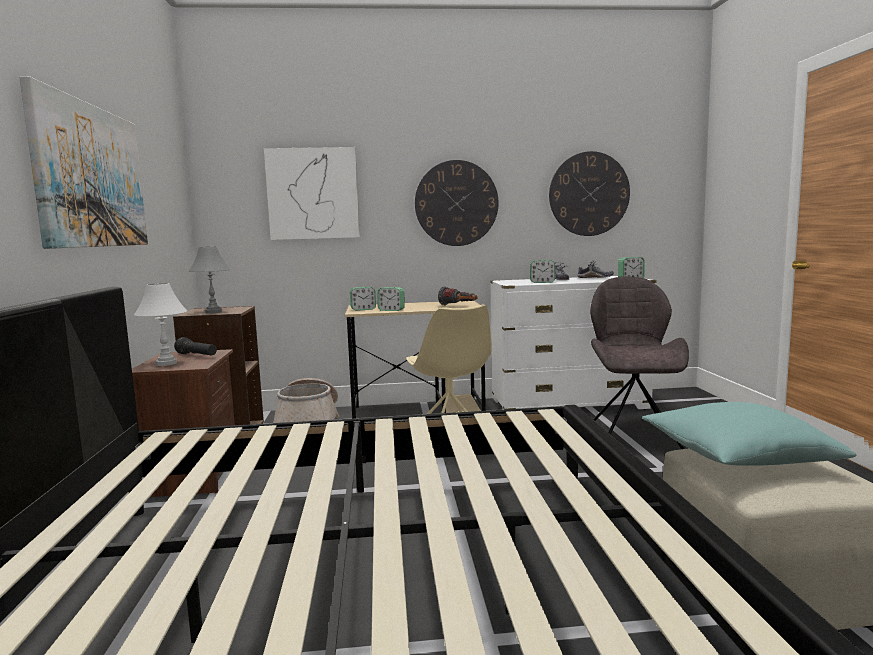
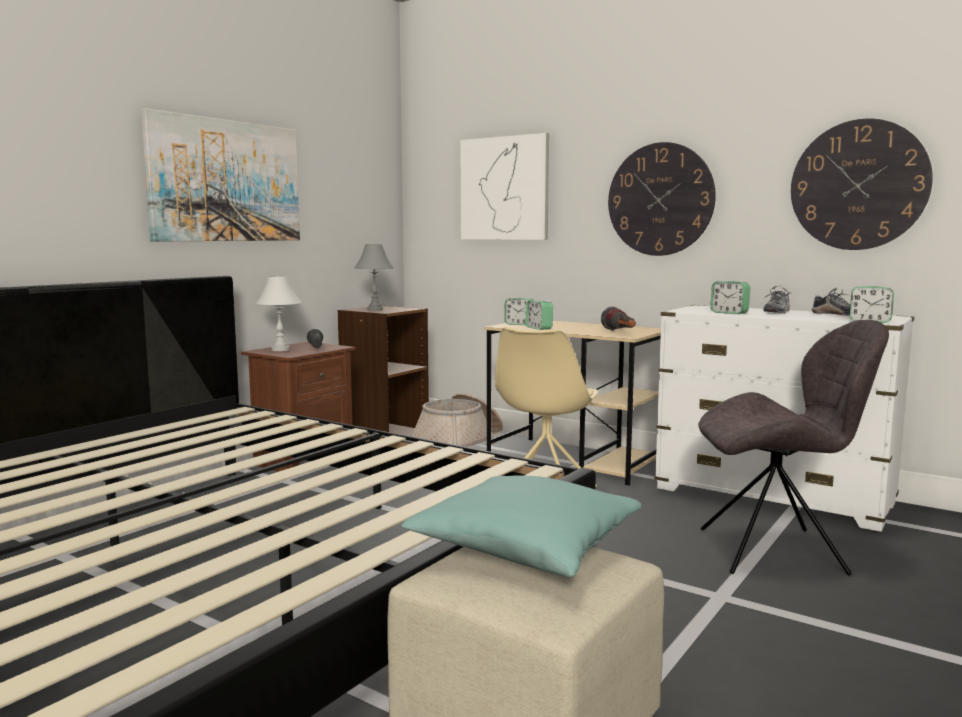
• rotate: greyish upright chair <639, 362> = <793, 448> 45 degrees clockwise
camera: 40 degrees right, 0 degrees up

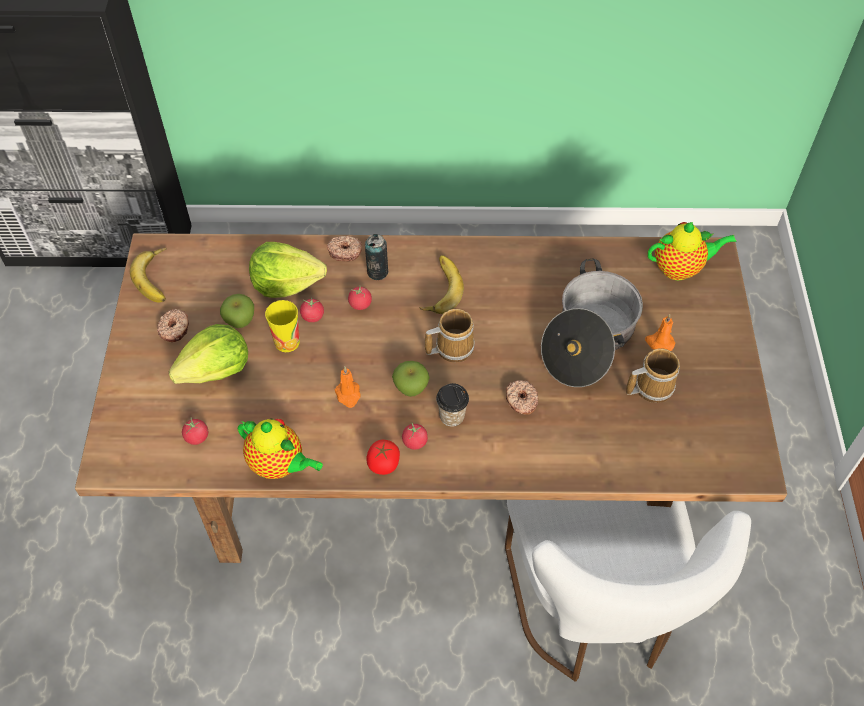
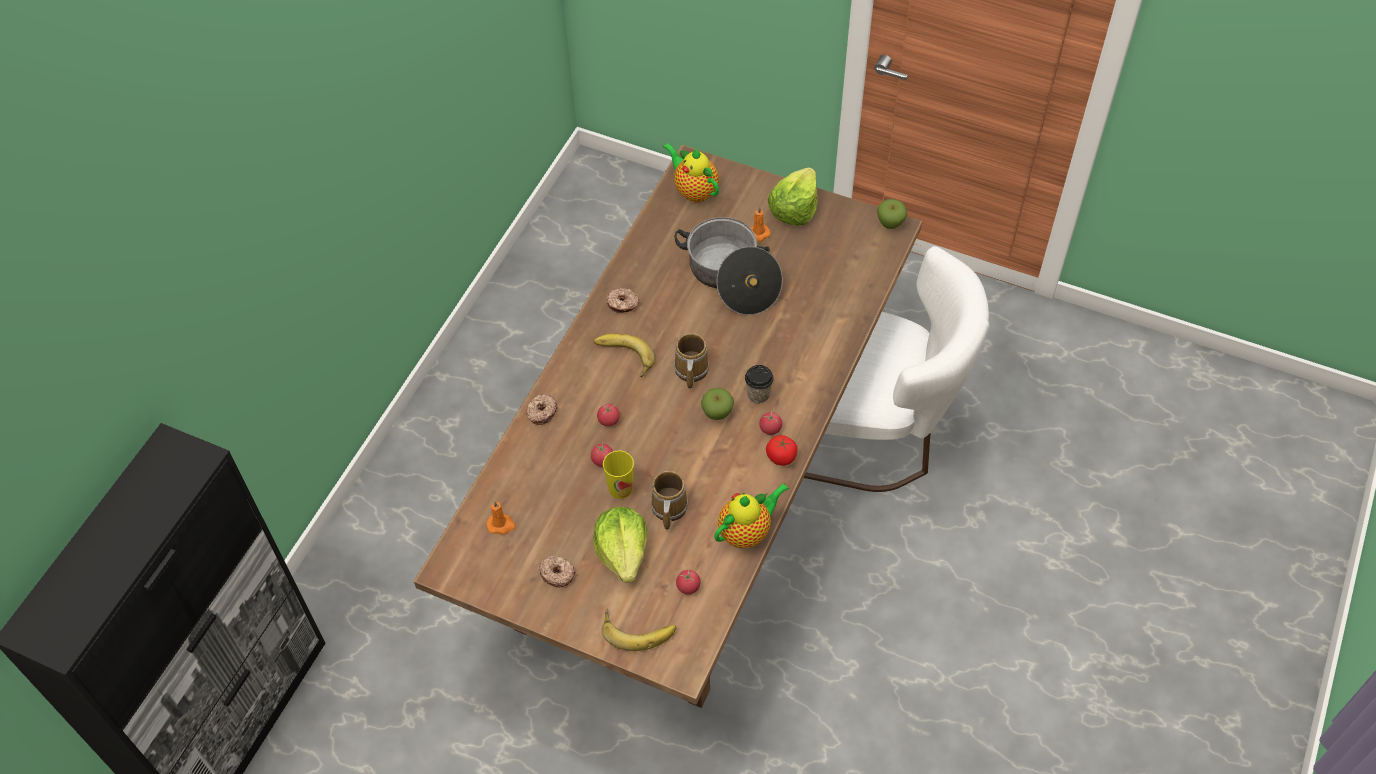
• move: banana <148, 275> to <639, 629>
• move: apple <237, 311> to <892, 214>
• move: lettuce head <288, 270> to <792, 196>
• move: orange candle <348, 387> to <501, 518>
• delete: can <376, 257>
• move: doughnut <522, 397> to <622, 300>
• move: mug <653, 375> to <669, 500>
• rotate: teapot <692, 251> = <691, 172> 60 degrees counterclockwise
camera: 65 degrees left, 0 degrees up

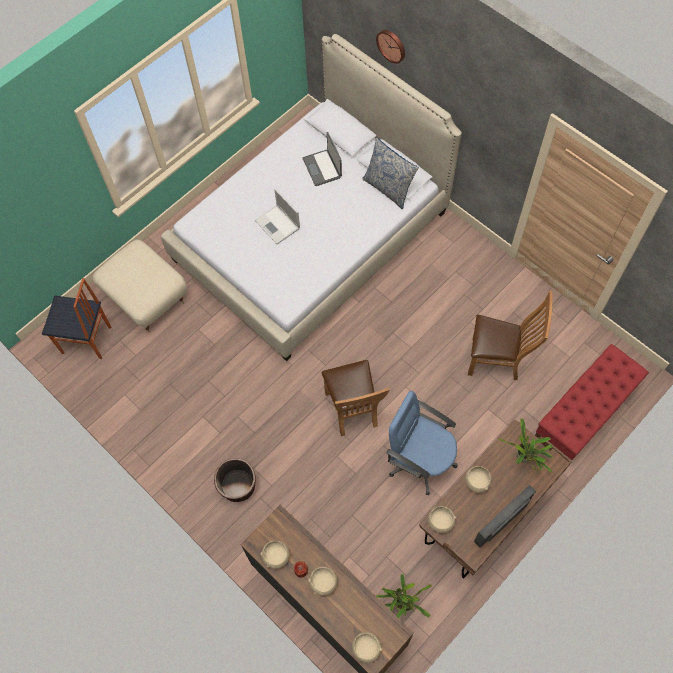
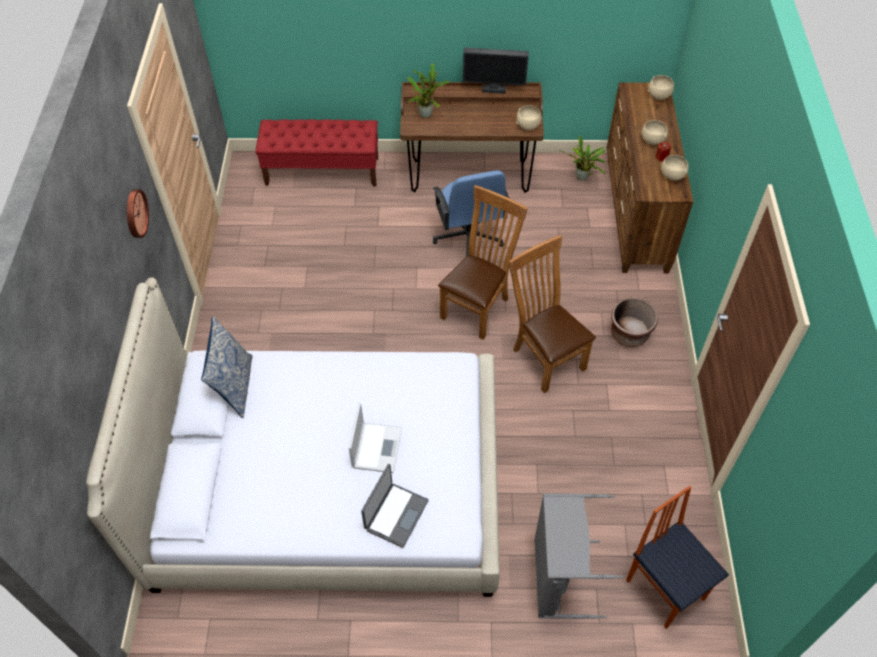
• replace: sand-coloured footrest <140, 285> to greyish washing basket <579, 556>
• move: notebook computer <322, 159> to <395, 505>
• move: hanging clock <390, 47> to <138, 213>
• delete: sand-coloured serving bowl <478, 479>
• move: brown-coloured upright chair <510, 335> to <552, 314>
camera: 135 degrees left, 10 degrees down

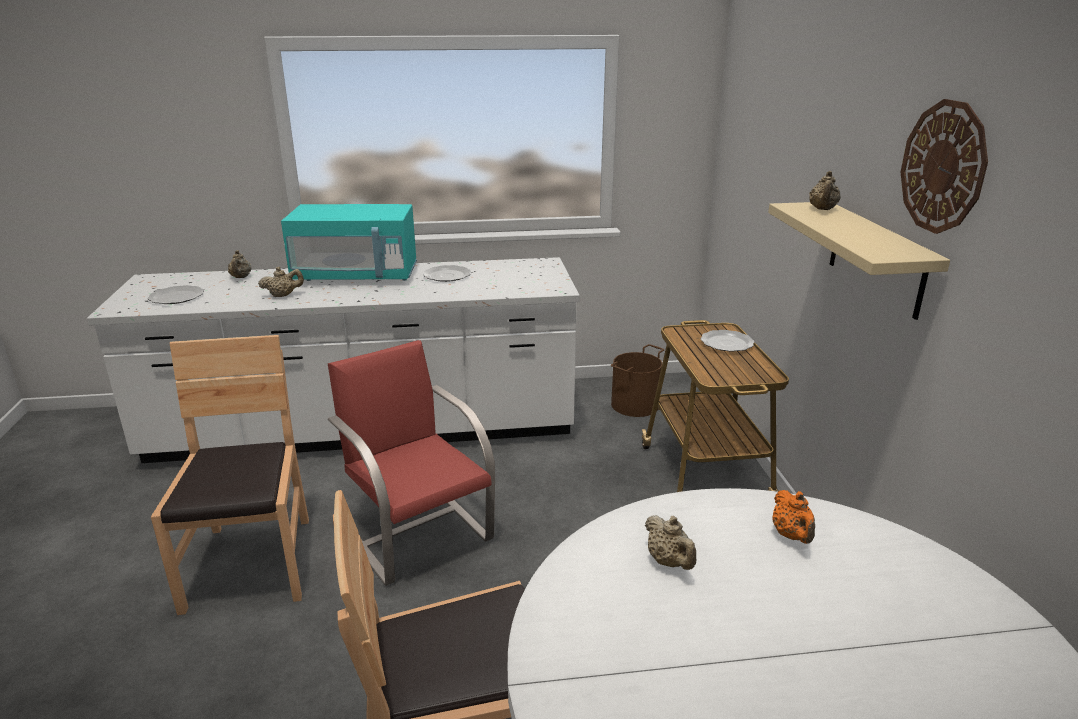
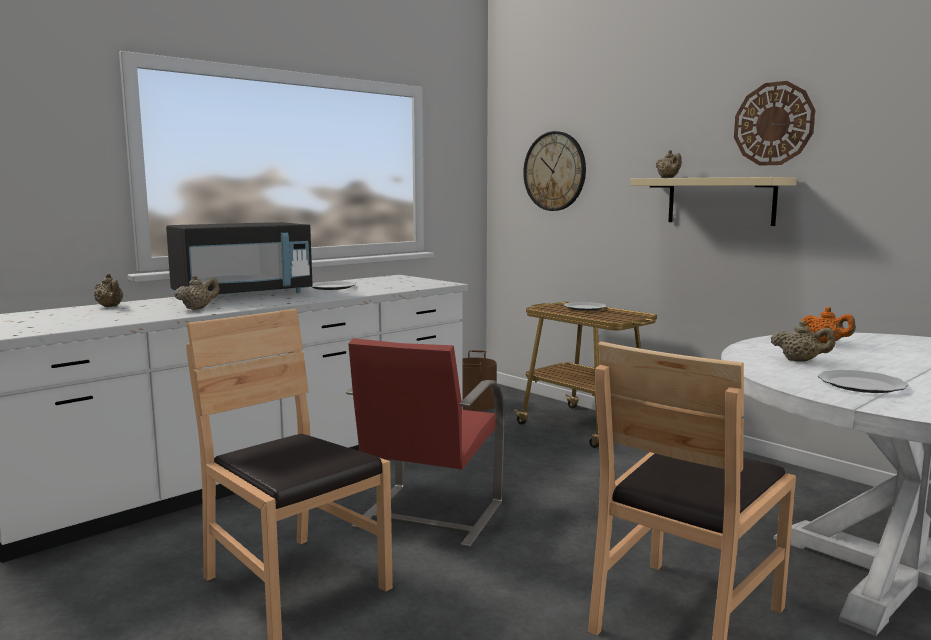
• move: dinner plate <175, 294> to <863, 381>
• recolor: blue-green kitchen microwave <349, 242> to black kitchen microwave <239, 258>
• rotate: red-coloured upright chair <411, 463> = <425, 443> 90 degrees counterclockwise
• insert: hanging clock <554, 171>
camera: 35 degrees left, 15 degrees down

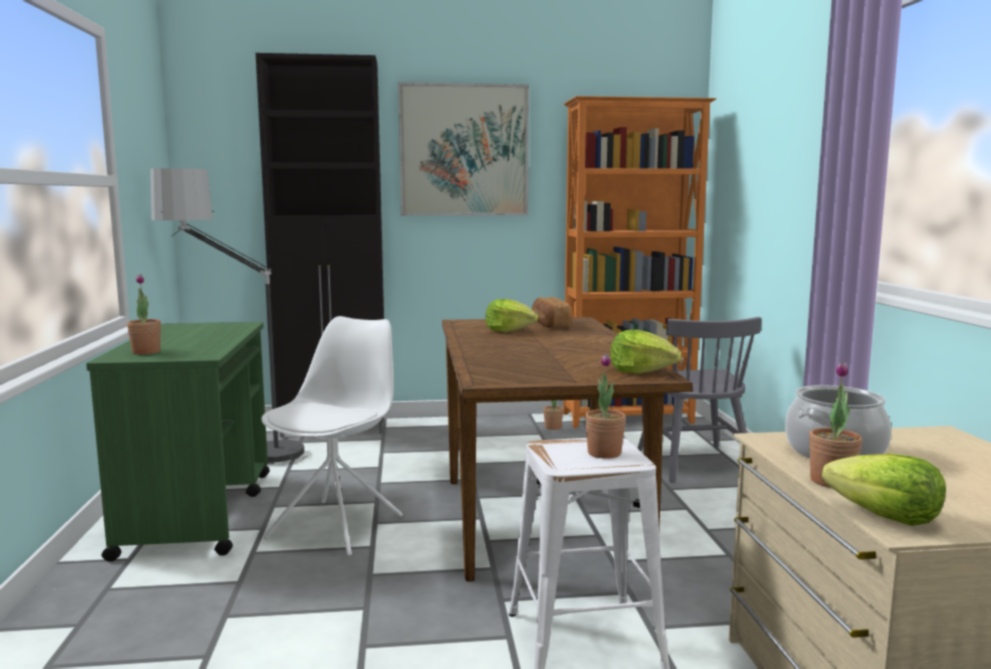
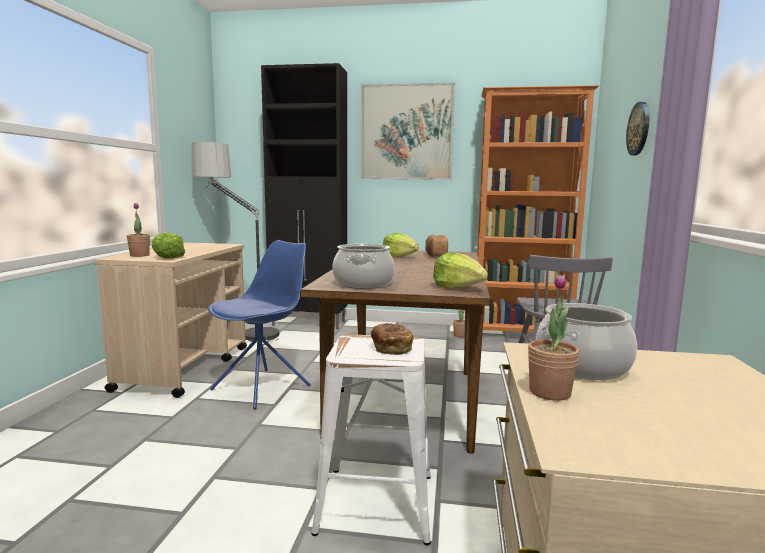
• recolor: green-coloured wheeled cart <178, 442> to sand-coloured wheeled cart <170, 320>
• recolor: white upright chair <332, 436> to blue upright chair <259, 324>
• replace: potted plant <605, 406> to baked bread <392, 339>
• move: lettuce head <884, 490> to <168, 245>
• insert: stockpot <363, 266>
• insert: hanging clock <637, 128>
camera: 15 degrees right, 0 degrees up

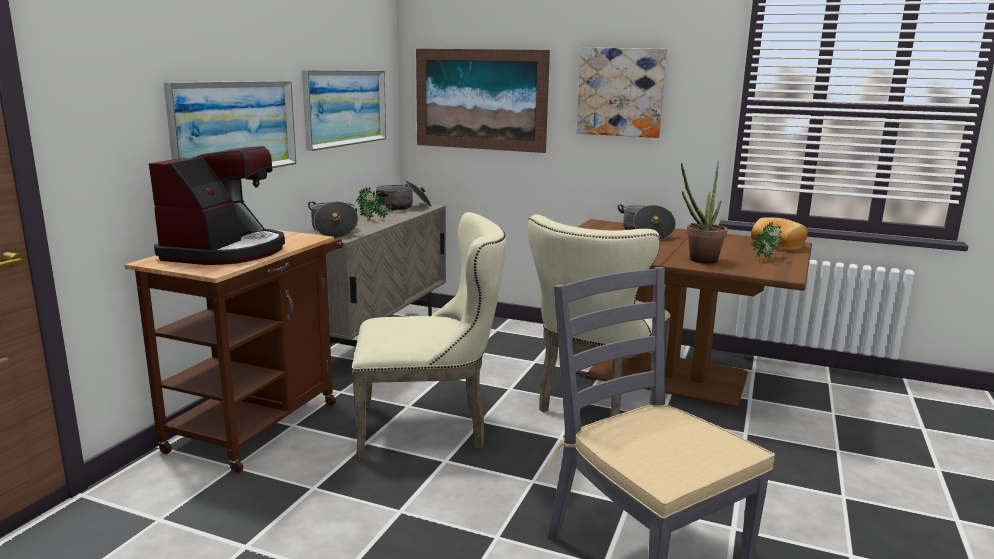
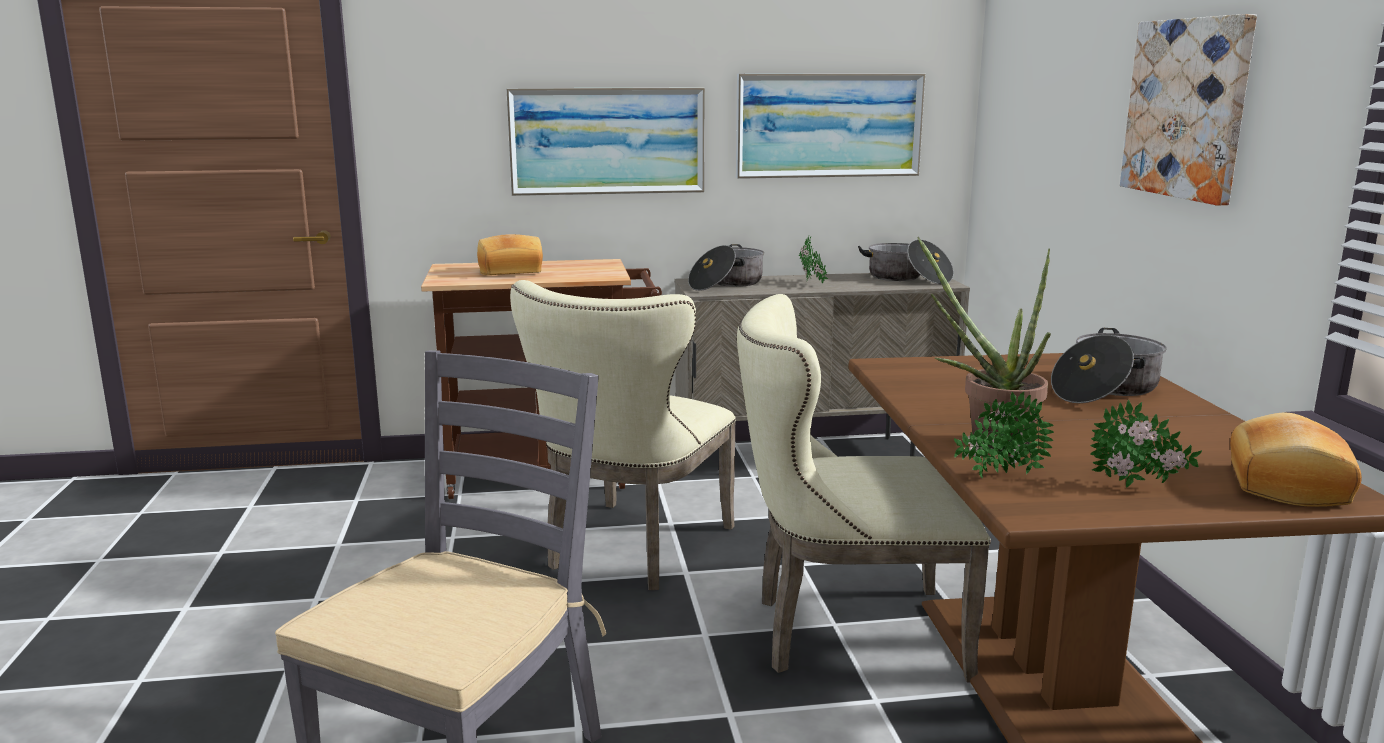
• replace: coffee maker <217, 205> to baked bread <510, 254>
• rotate: sand-coloured upright chair <429, 336> = <623, 435> 60 degrees clockwise
• delete: wall picture <483, 101>
• insert: potted plant <1004, 435>
camera: 60 degrees right, 0 degrees up

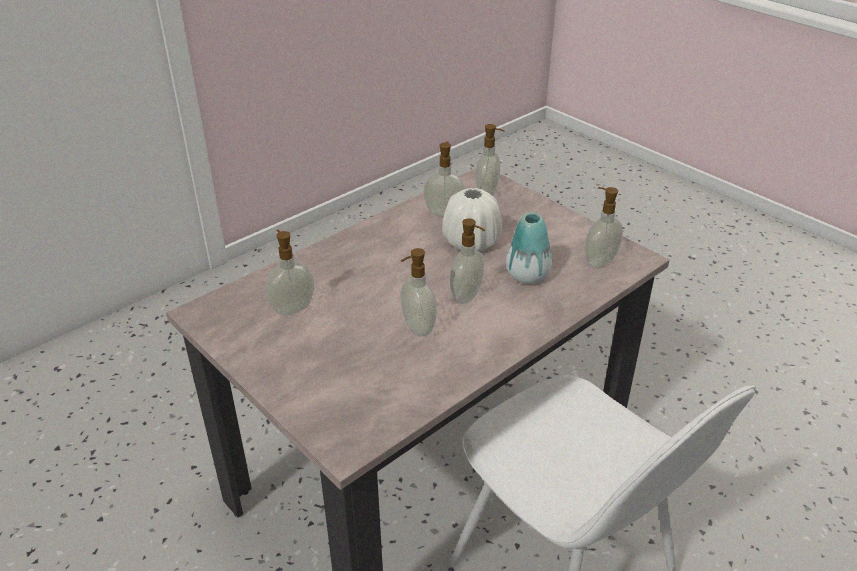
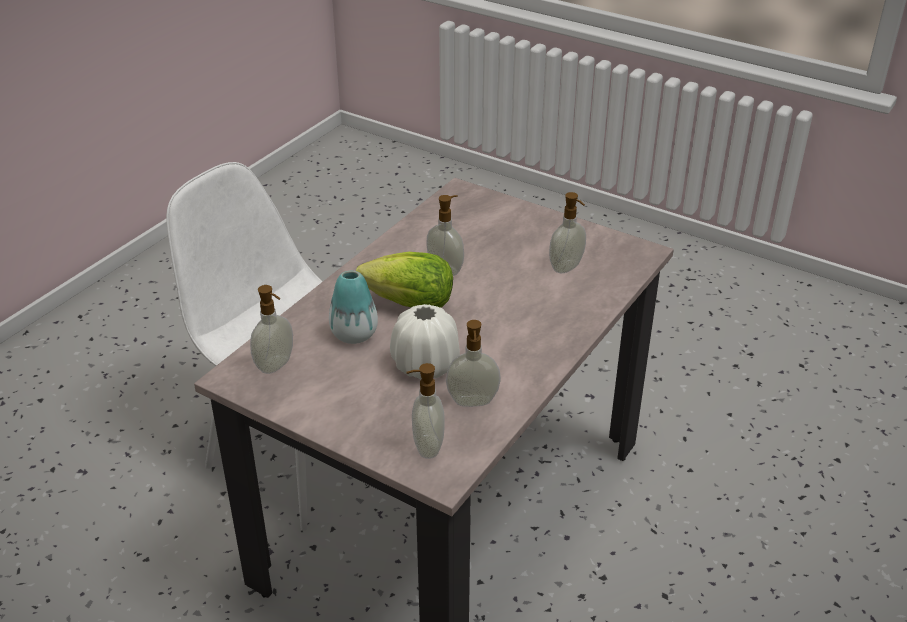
• replace: soap dispenser <467, 260> to lettuce head <404, 280>
camera: 165 degrees right, 0 degrees up

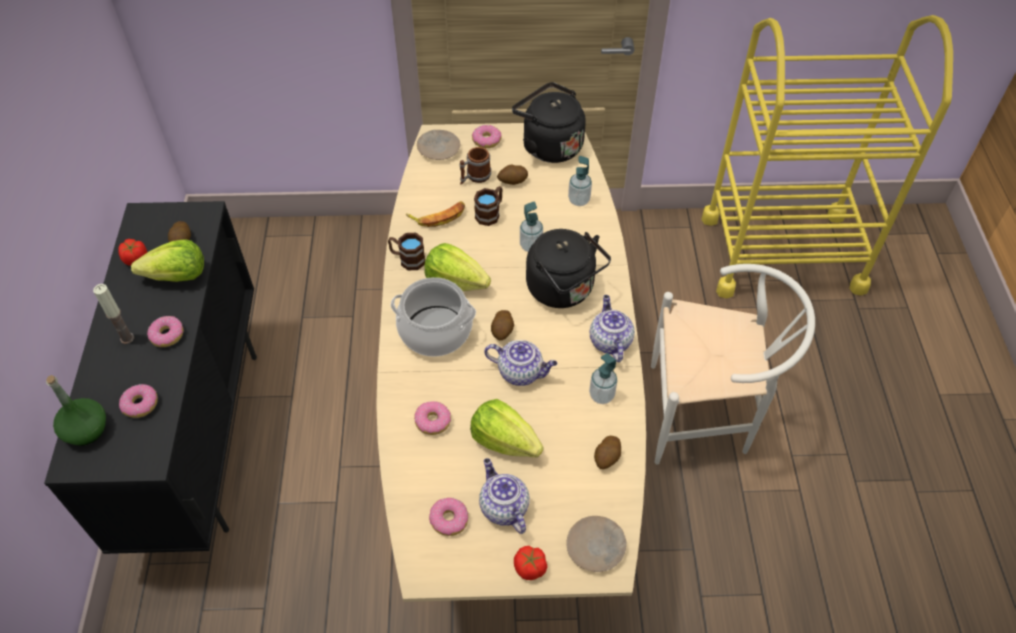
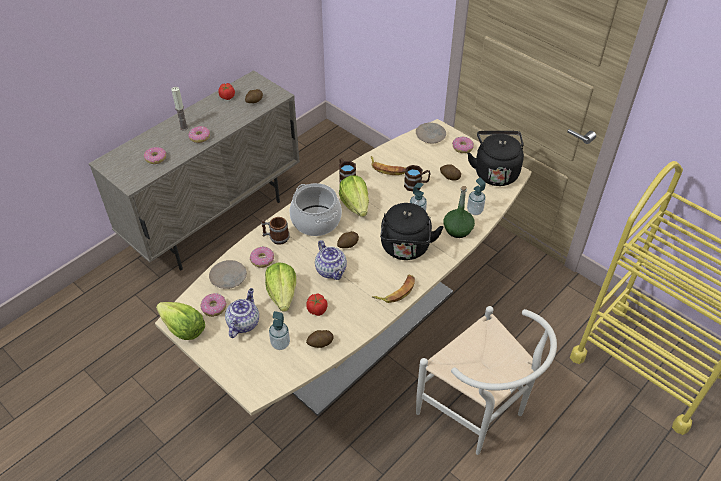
• recolor: black storage cabinet <150, 377> to sand-coloured storage cabinet <194, 170>
• move: green-coloured bottle <76, 410> to <459, 212>
• move: lettuce head <167, 260> to <180, 321>
• move: mug <475, 165> to <275, 231>
• move: tomato <530, 563> to <316, 304>
• move: sand-coloured dinner plate <596, 544> to <228, 274>
• move: soap dispenser <603, 378> to <279, 330>
• replace: teapot <612, 328> to banana <393, 288>
camera: 45 degrees right, 5 degrees down

